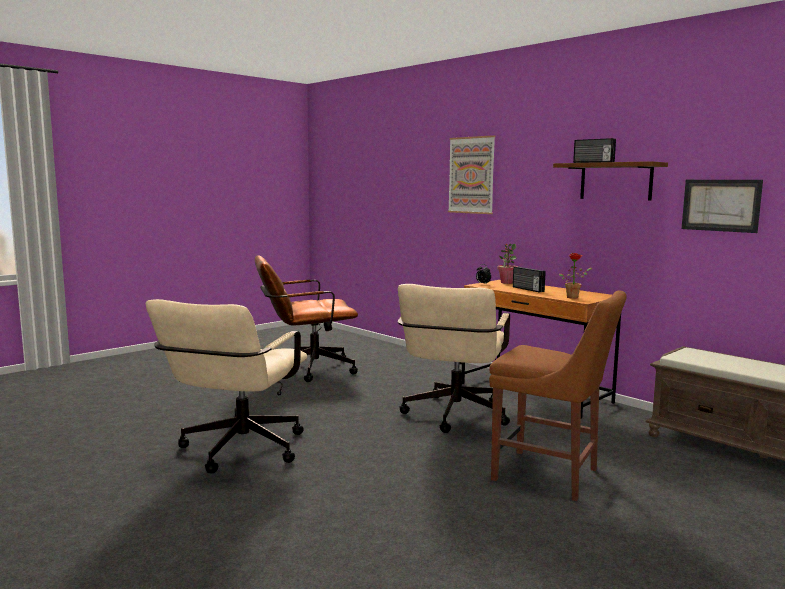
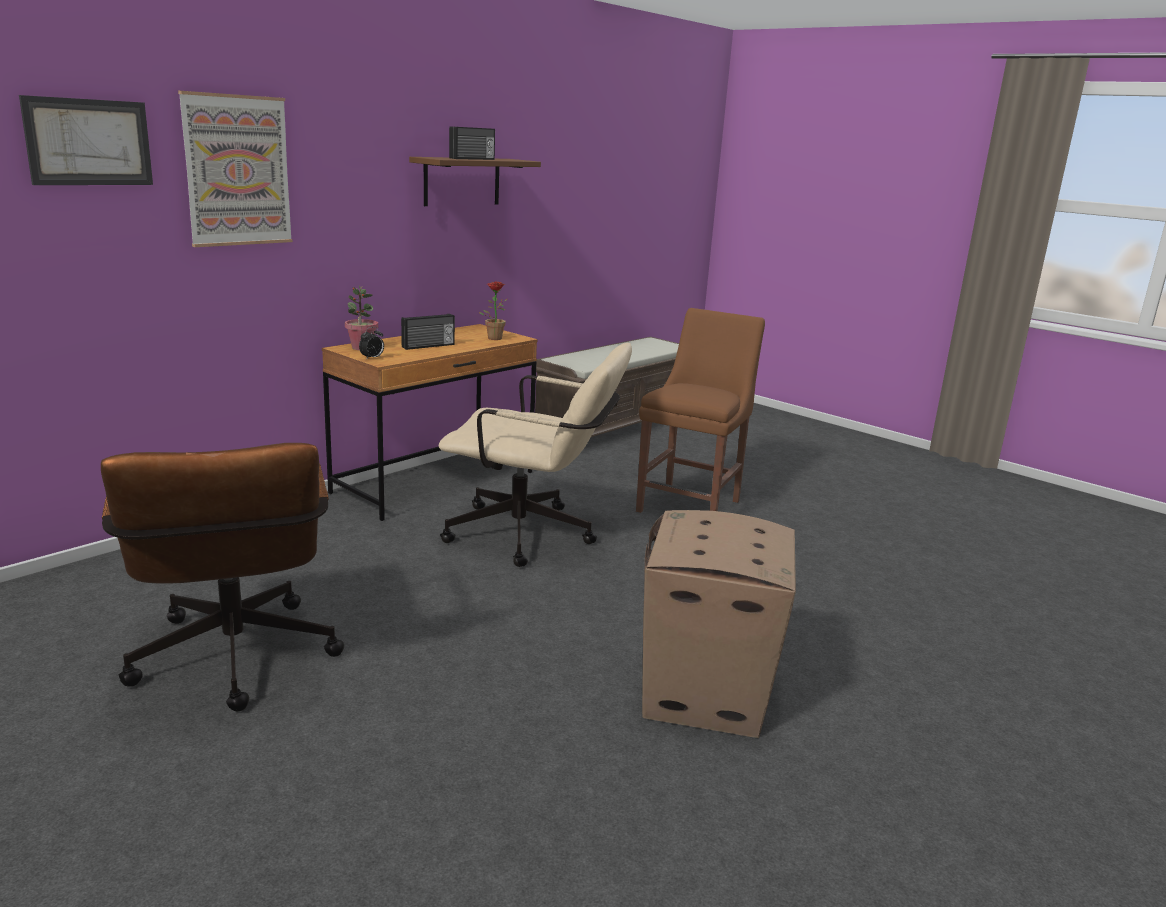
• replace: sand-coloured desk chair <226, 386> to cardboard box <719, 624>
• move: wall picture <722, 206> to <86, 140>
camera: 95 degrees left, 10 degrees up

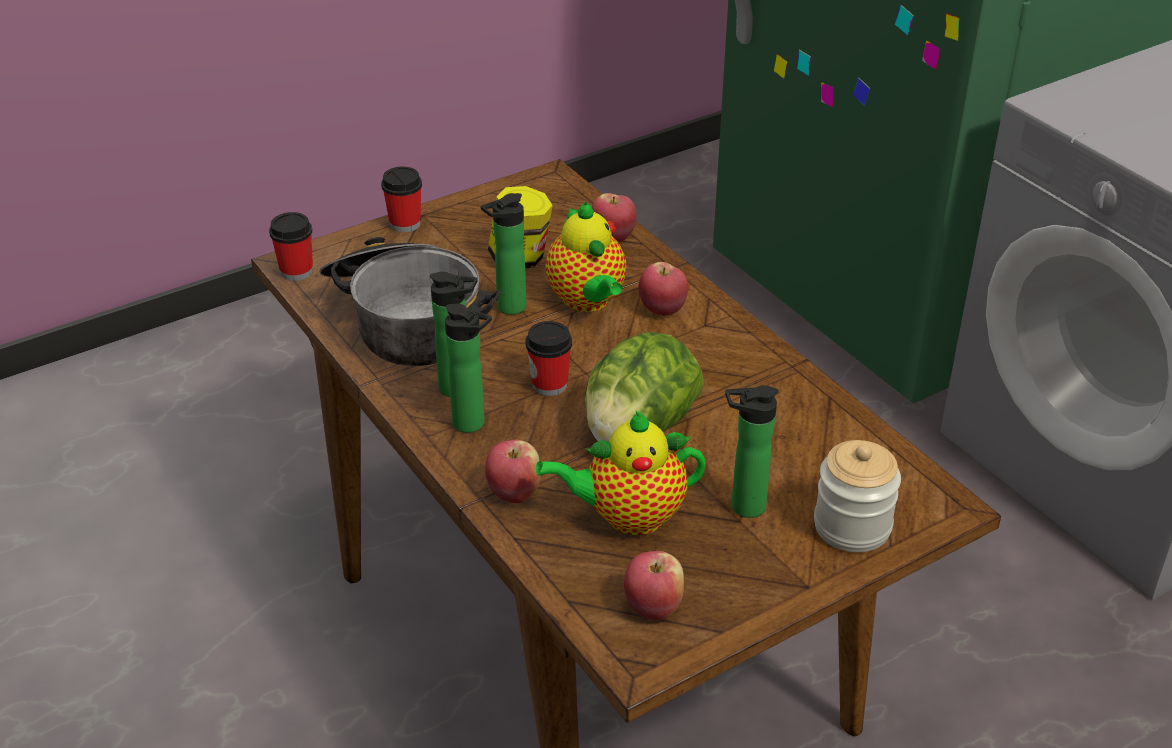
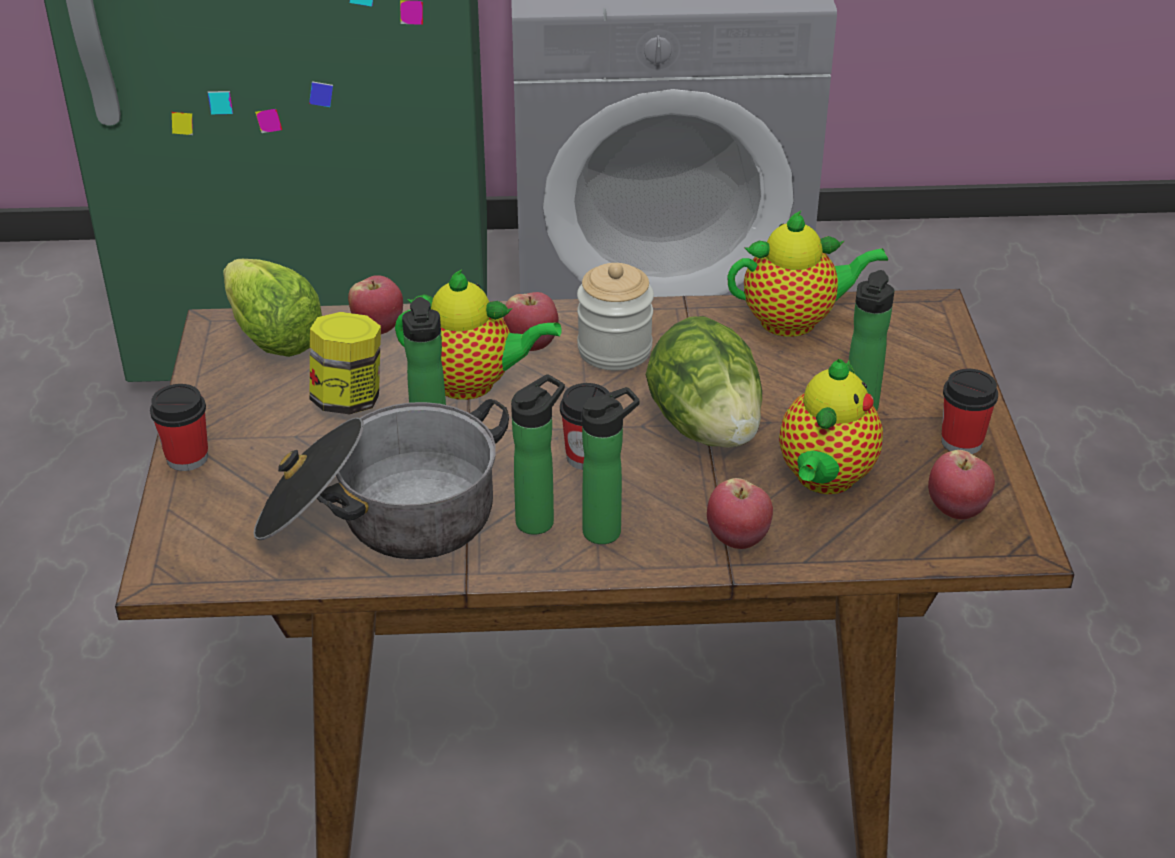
• move: drinking cup <291, 246> to <969, 411>
• move: jar <857, 496> to <615, 317>
• insert: lettuce head <272, 308>
• insert: teapot <807, 273>
camera: 60 degrees left, 0 degrees up

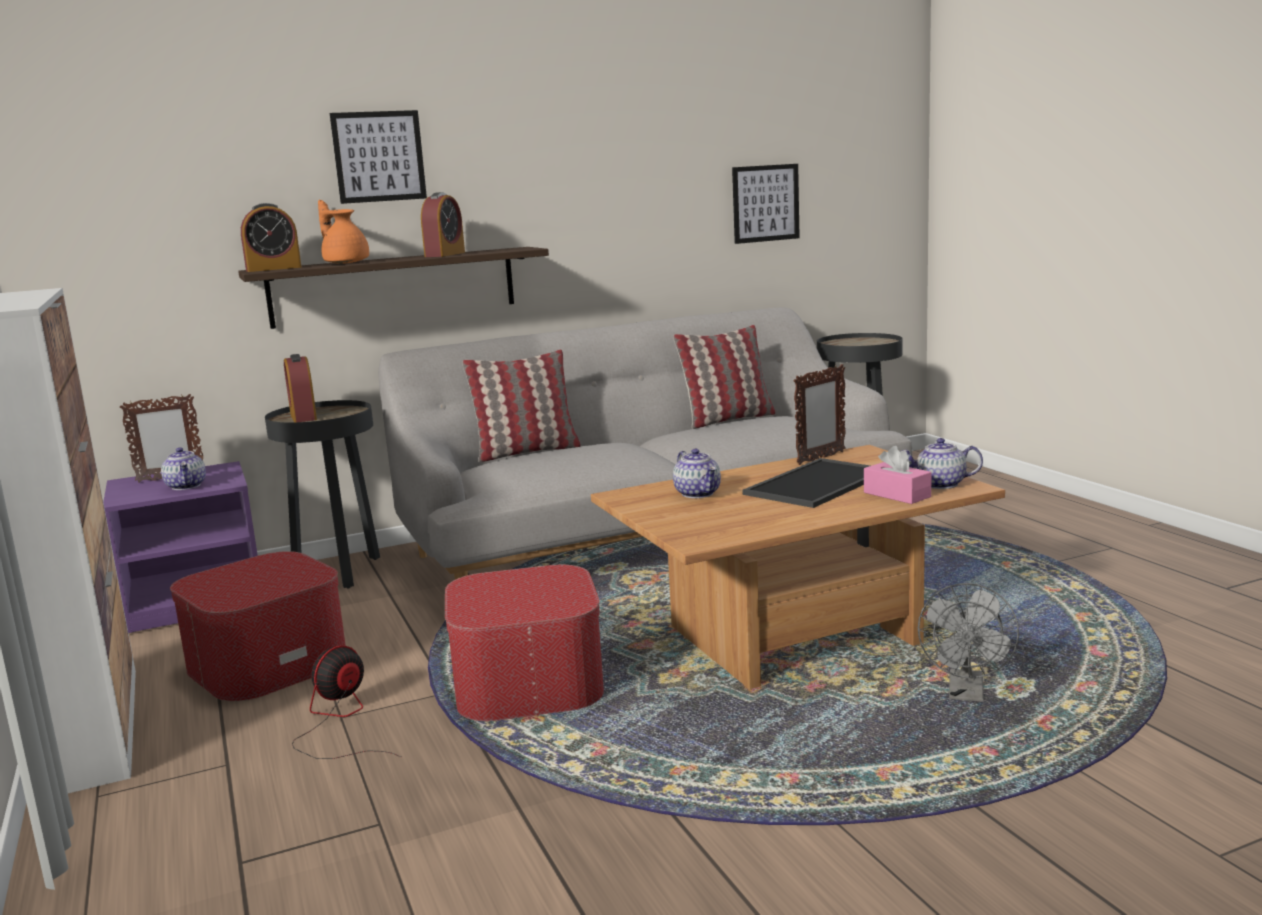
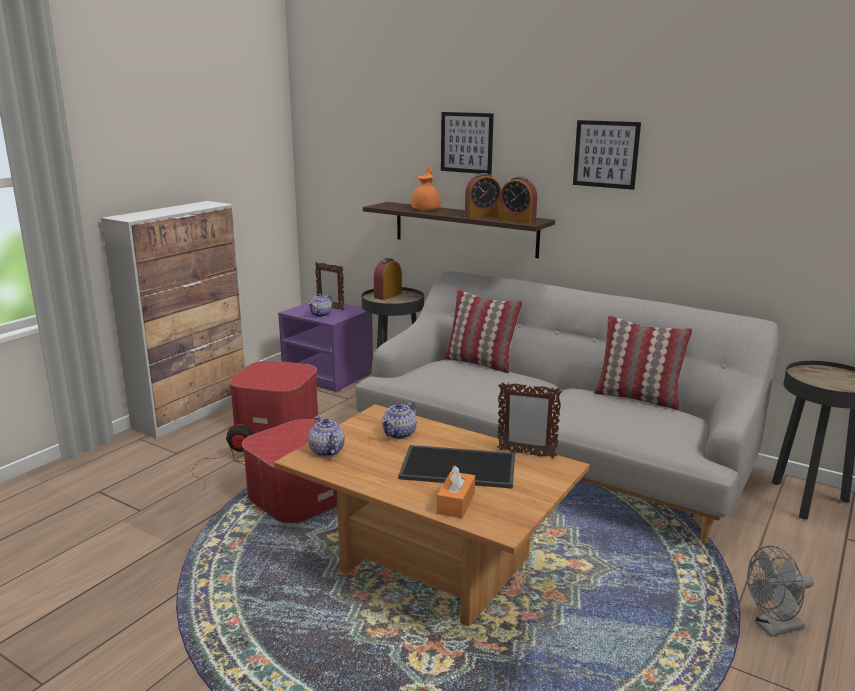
• move: alarm clock <271, 237> to <518, 200>
• move: wall picture <766, 204> to <607, 155>
• recolor: pink-coloured box of tissues <898, 475> to orange box of tissues <456, 491>
• move: teapot <941, 463> to <326, 436>
• move: greyish electric fan <968, 642> to <780, 591>
camera: 55 degrees right, 5 degrees up

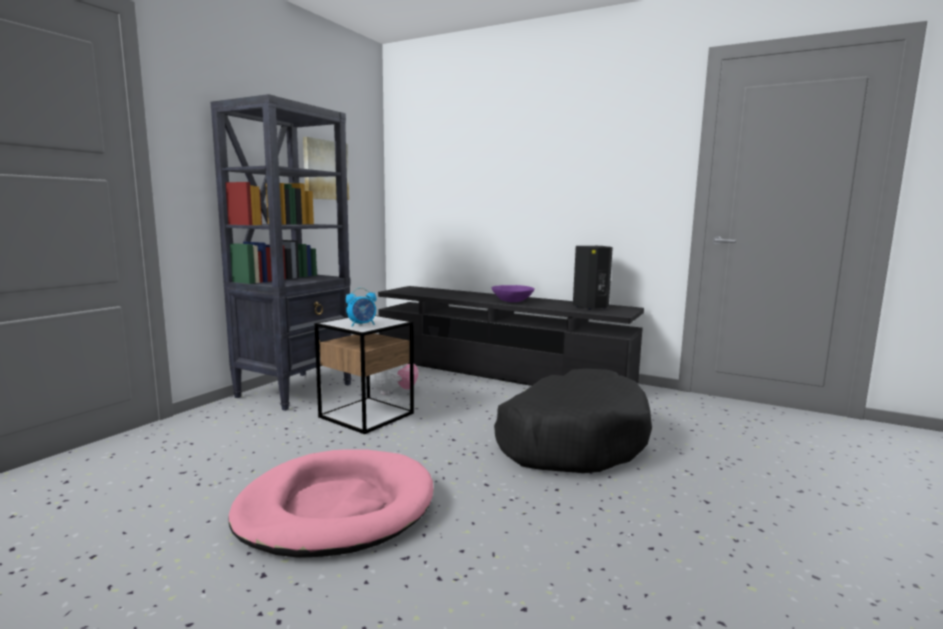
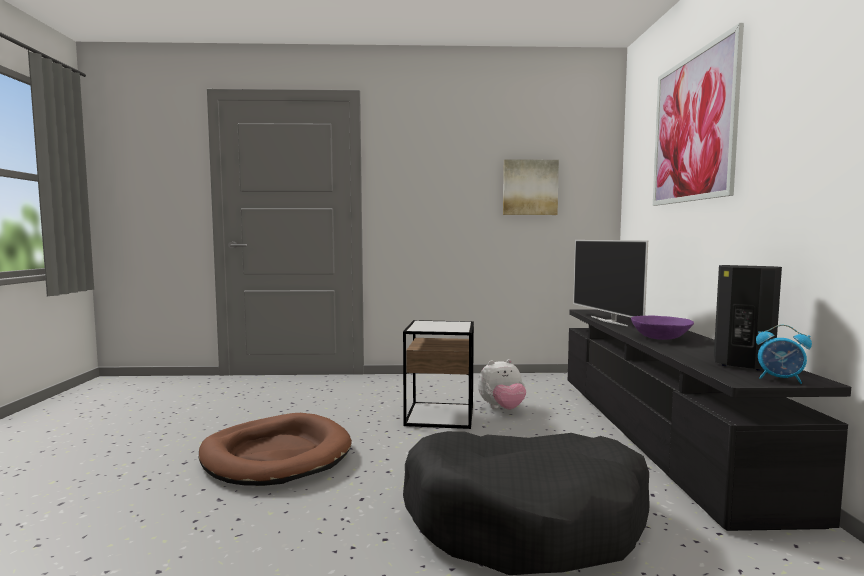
• delete: black shelving unit <281, 252>
• recolor: pink-coloured dog bed <330, 503> to brown-coloured dog bed <275, 449>
• move: alarm clock <361, 307> to <784, 354>
• insert: TV <610, 283>
• insert: wall picture <698, 114>
camera: 60 degrees right, 5 degrees down

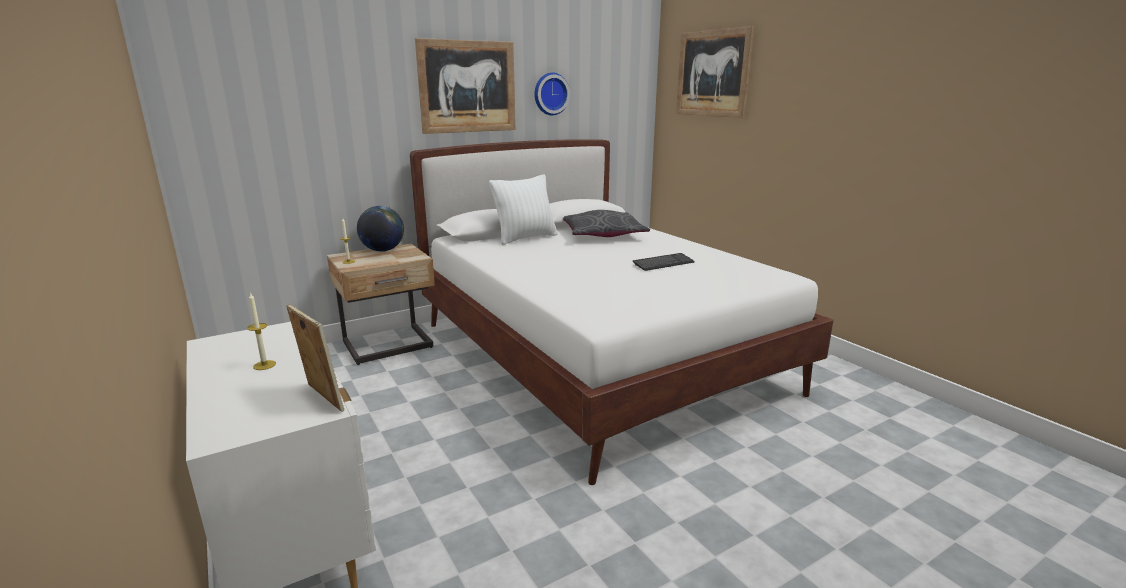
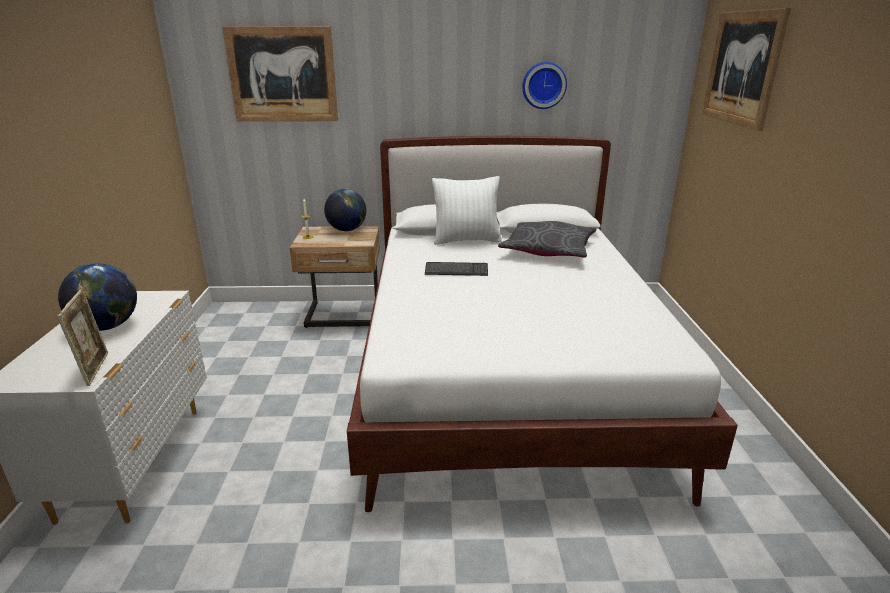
• replace: candle <261, 331> to desk globe <97, 297>
• move: wall picture <465, 86> to <280, 74>
• move: computer keyboard <664, 262> to <456, 269>
camera: 30 degrees right, 5 degrees up

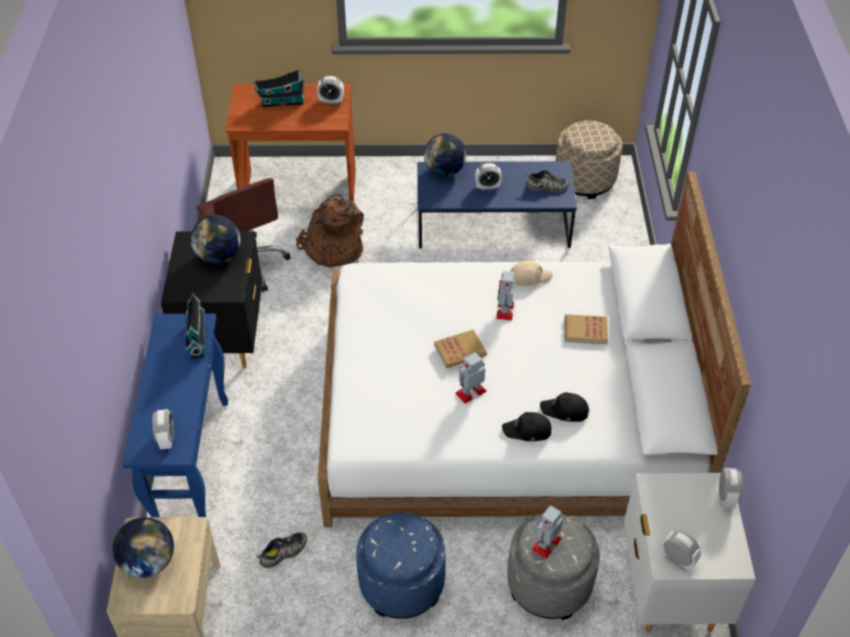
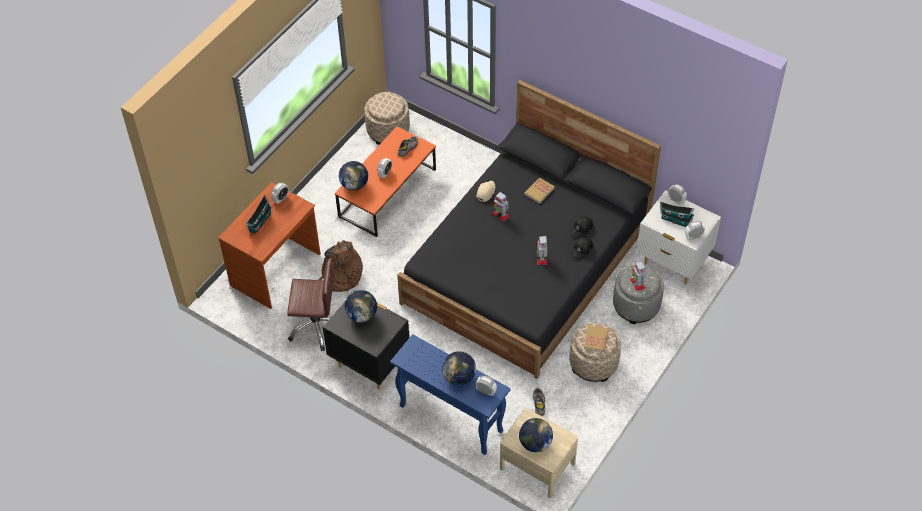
• move: miniature house <195, 325> to <677, 214>
• recolor: white sleeping bed <534, 349> to black sleeping bed <529, 229>
• recolor: blue footrest <401, 566> to sand-coloured footrest <595, 352>
• recolor: blue lounge table <497, 205> to orange lounge table <385, 181>
• move: book <460, 349> to <596, 338>
• insert: desk globe <459, 368>
camera: 55 degrees left, 5 degrees up

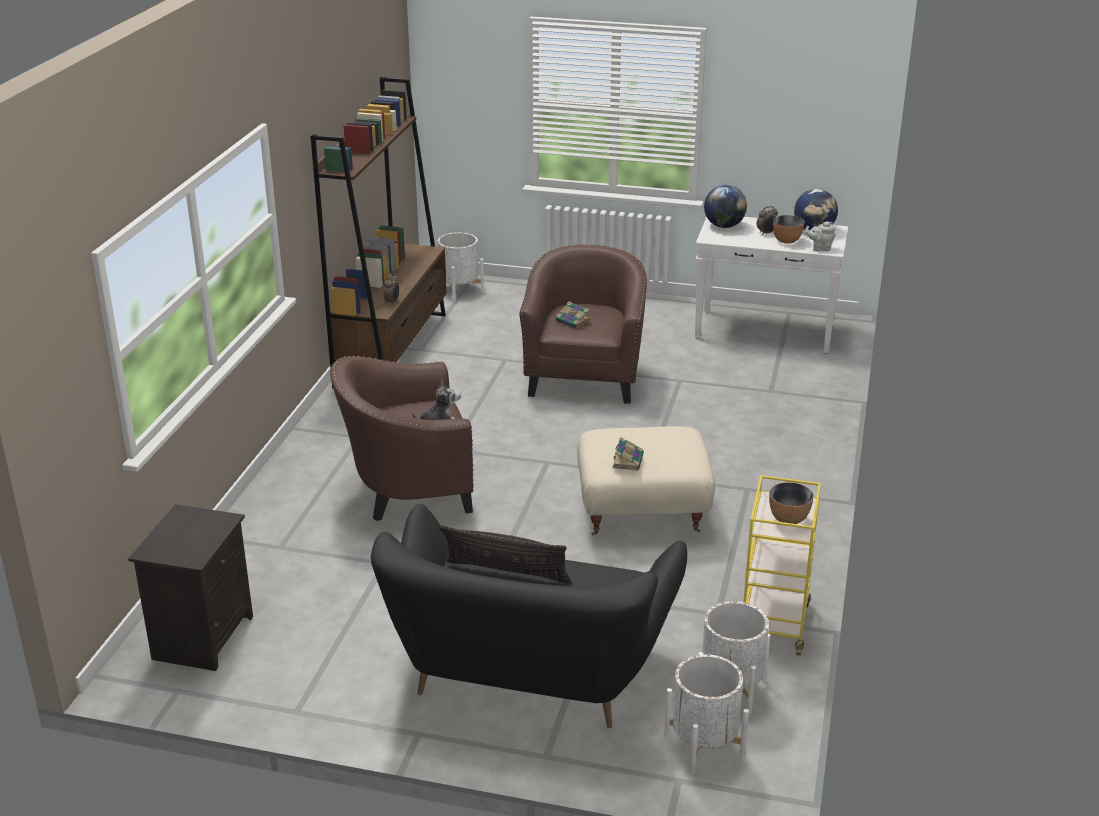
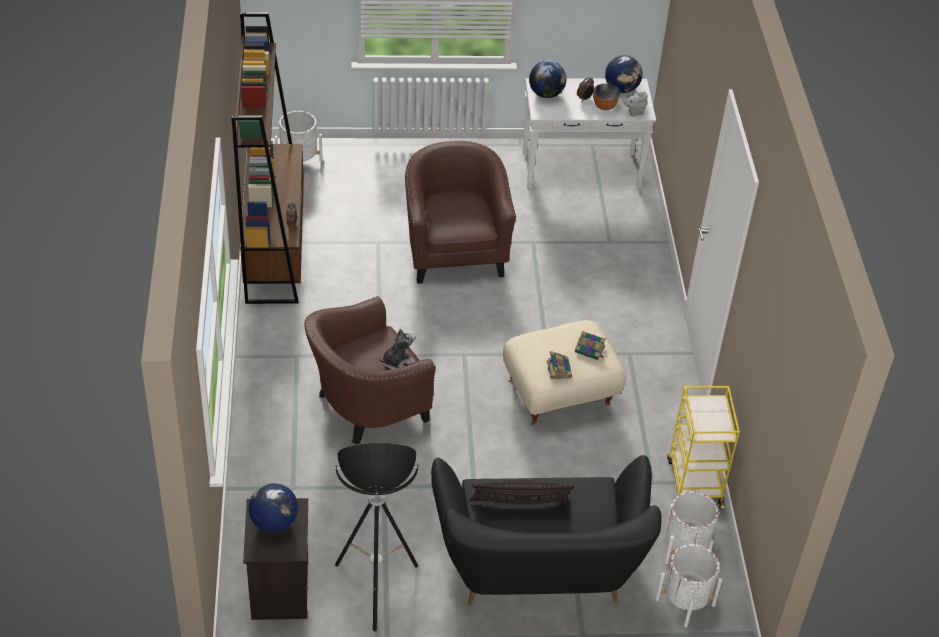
• move: book <573, 315> to <590, 345>
• delete: serving bowl <791, 503>
• insert: desk globe <273, 508>
• insert: standard lamp <377, 537>
camera: 20 degrees left, 15 degrees up

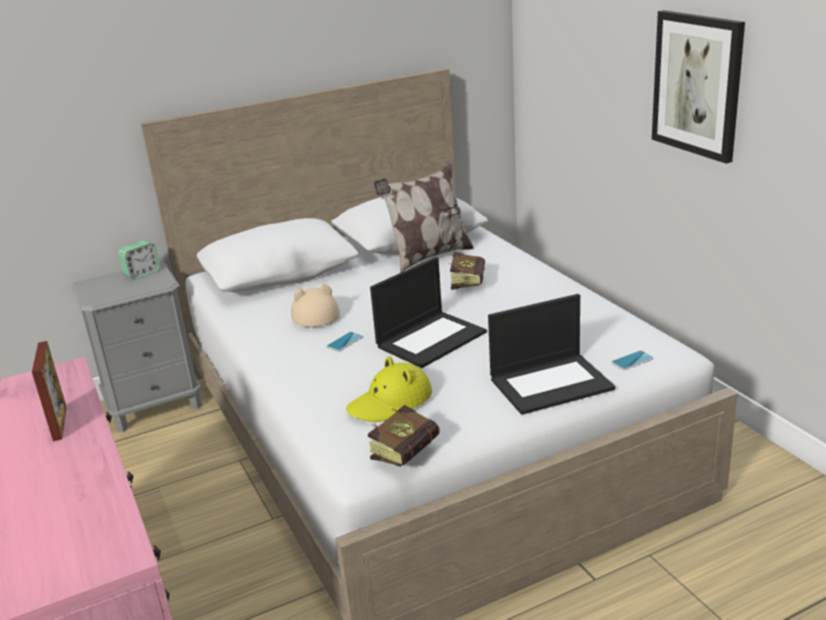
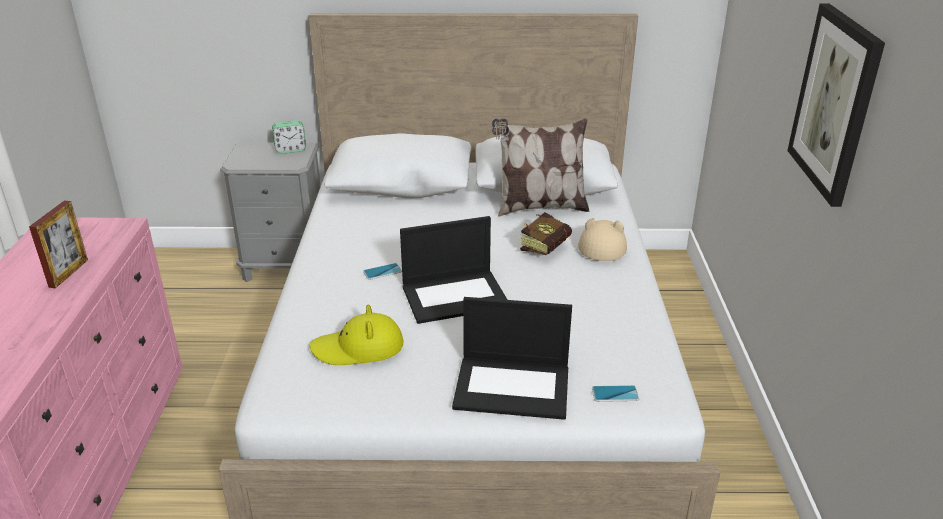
• move: sand-coloured hat <315, 305> to <602, 239>
• delete: book <404, 436>
camera: 25 degrees right, 5 degrees up

